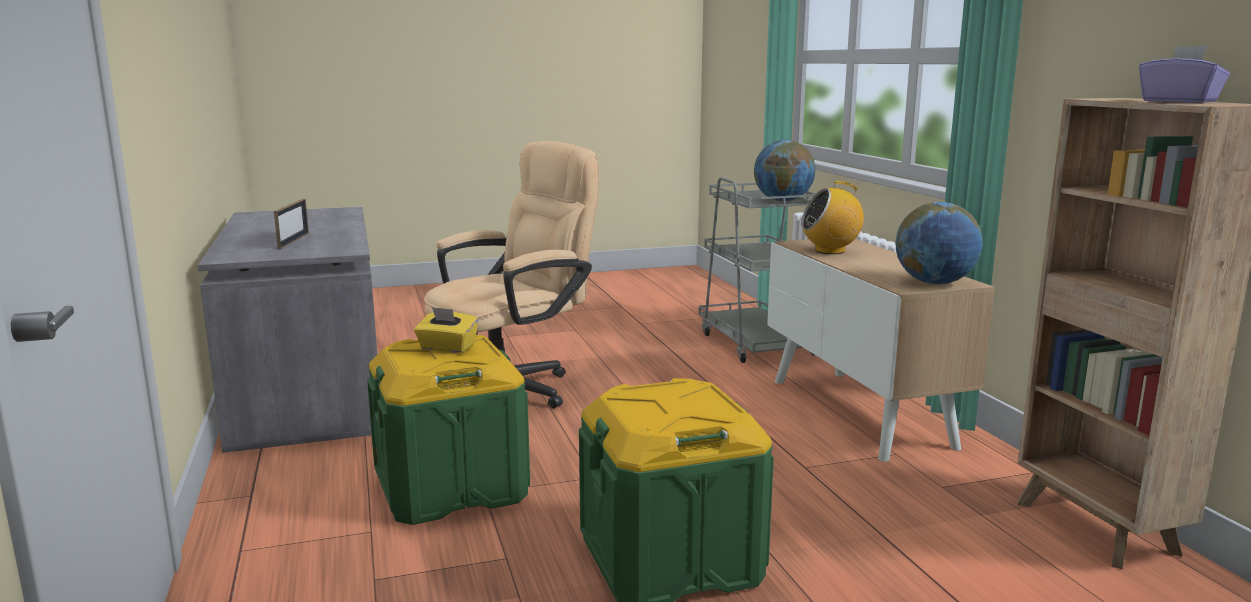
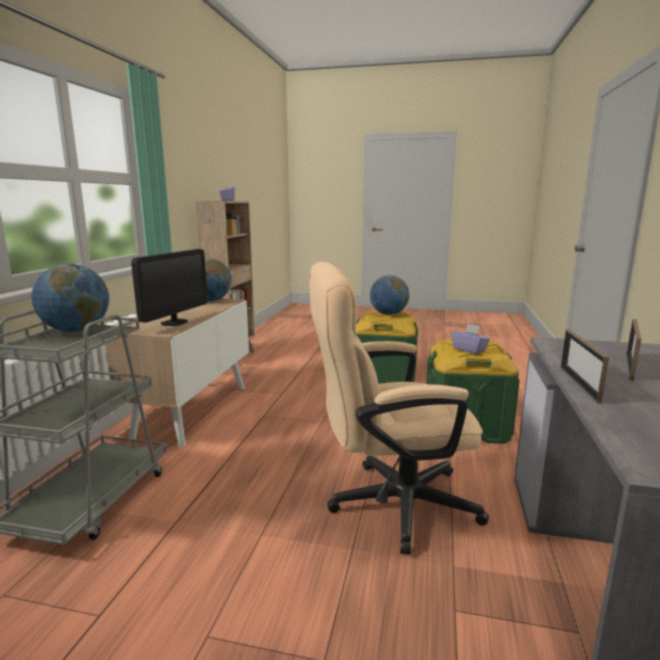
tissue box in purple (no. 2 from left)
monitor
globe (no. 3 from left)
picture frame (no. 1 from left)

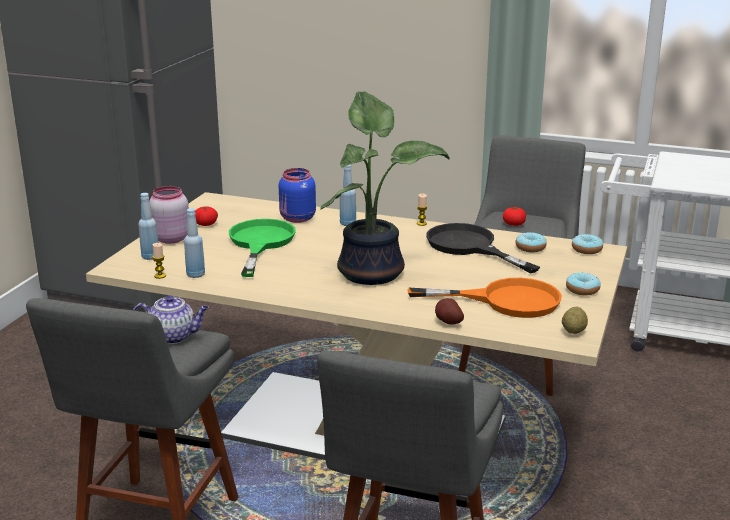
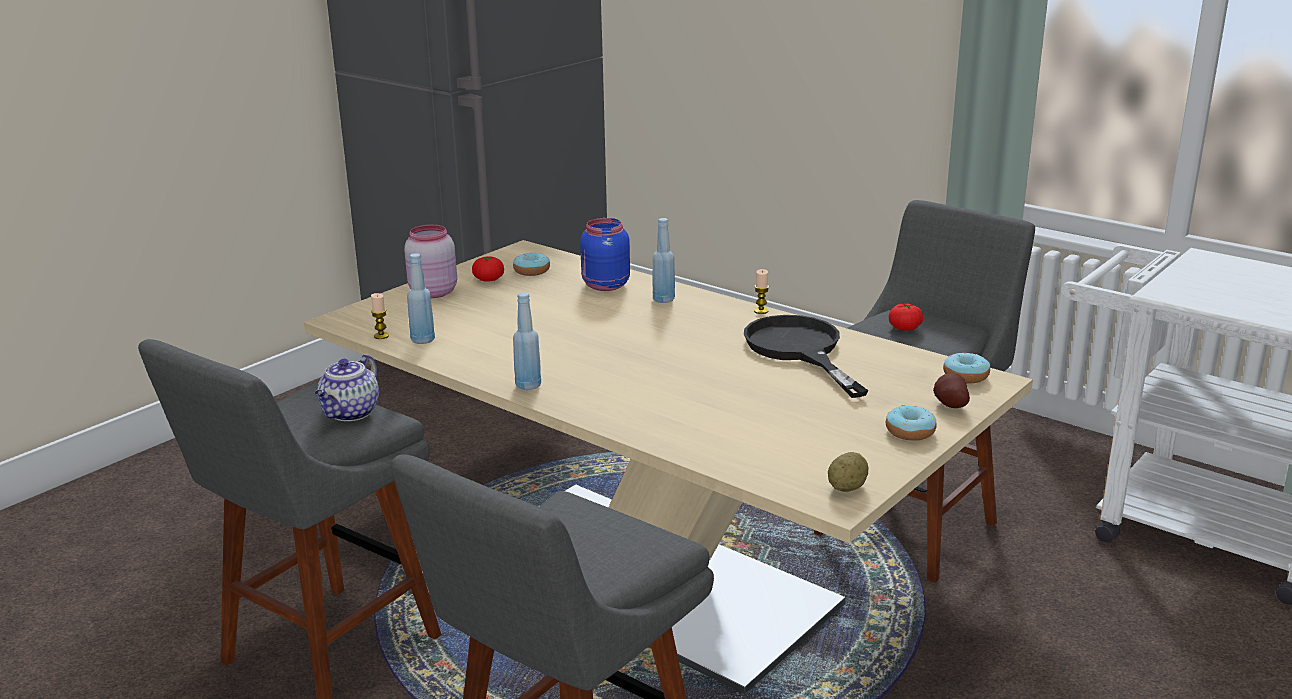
teapot
bottle in blue (no. 2 from left)
frying pan in green
potted plant
frying pan in orange
potato (no. 2 from left)
donut (no. 1 from left)

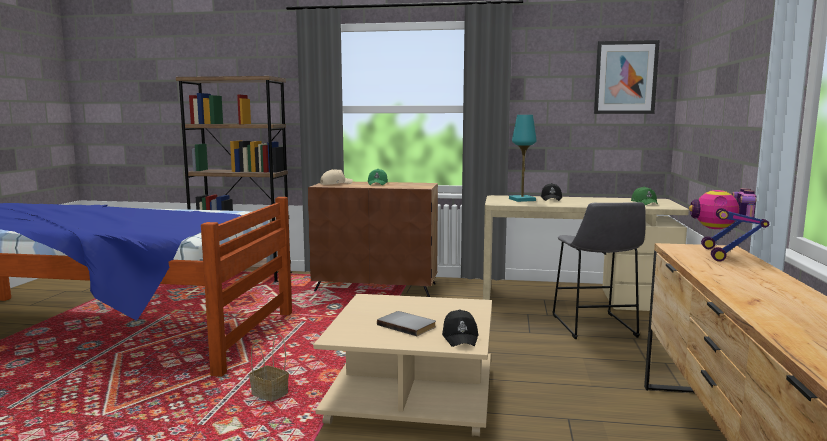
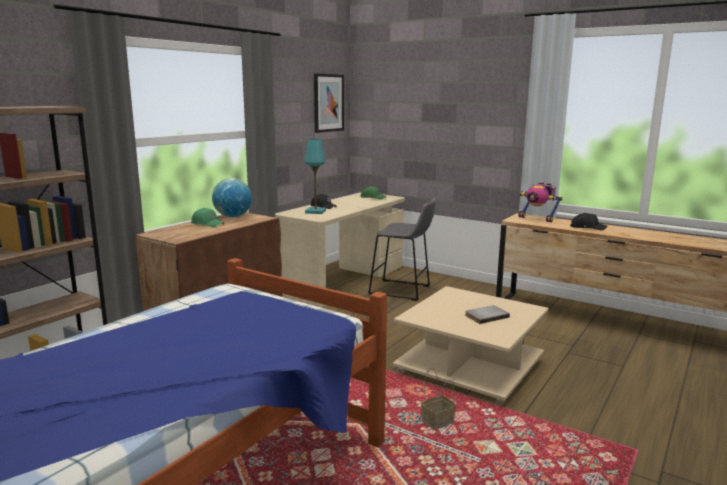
cap in beige
cap in black (no. 2 from left)
globe

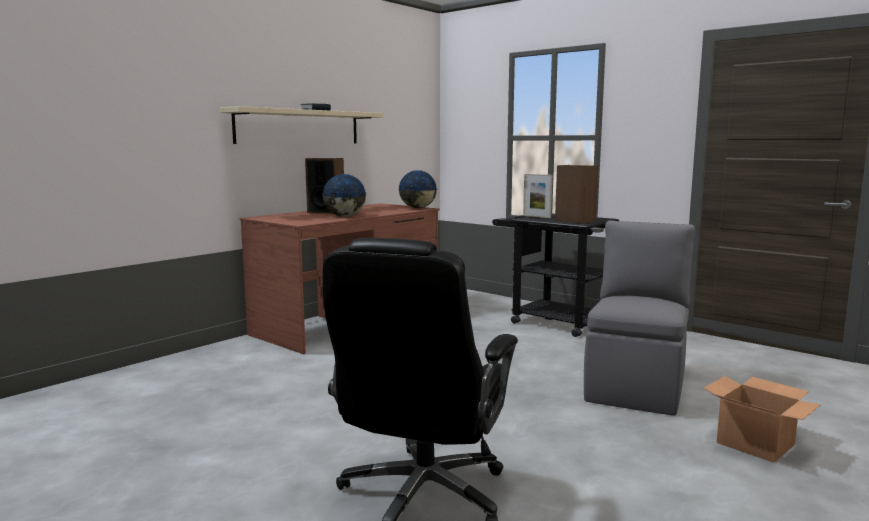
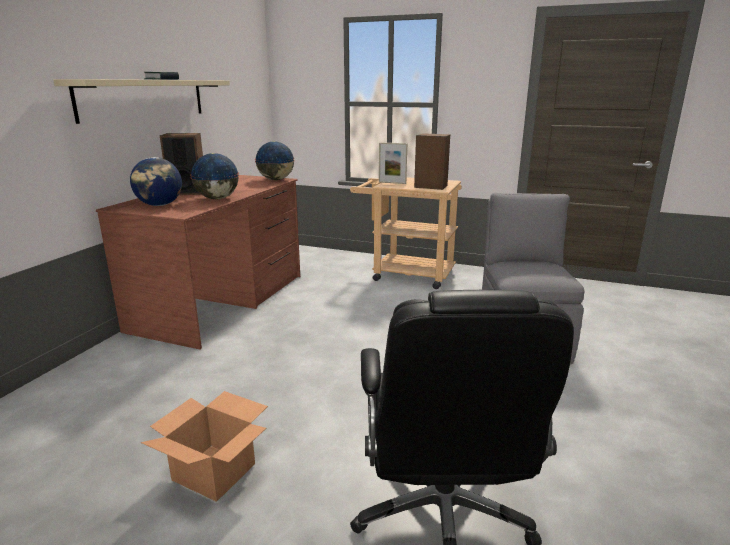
cart in beige
cardboard box
globe (no. 1 from left)

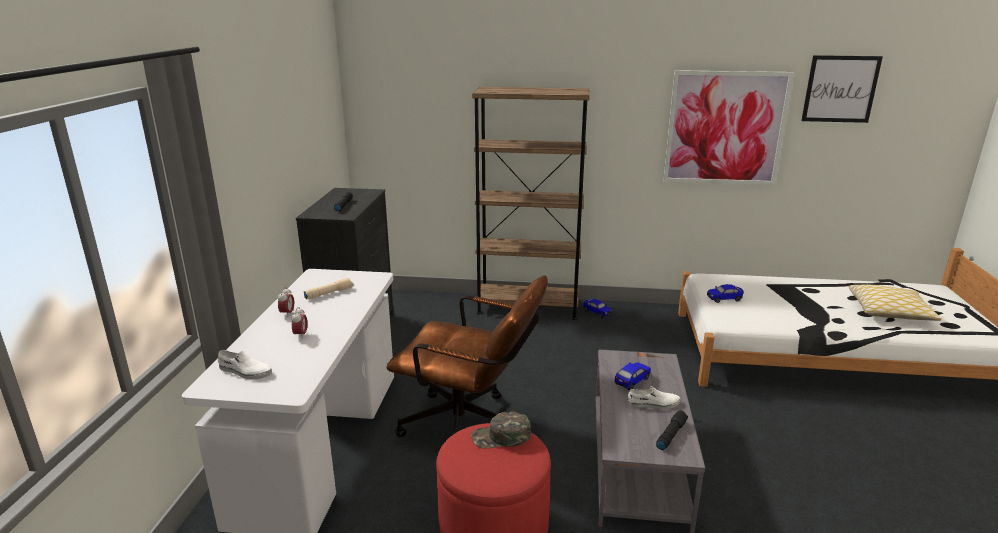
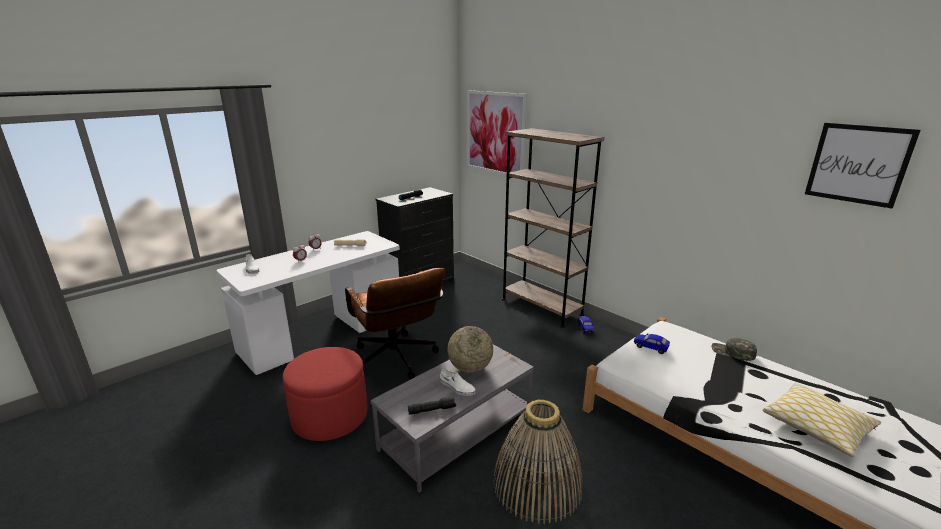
cap in green
globe
picture (no. 1 from left)
basket

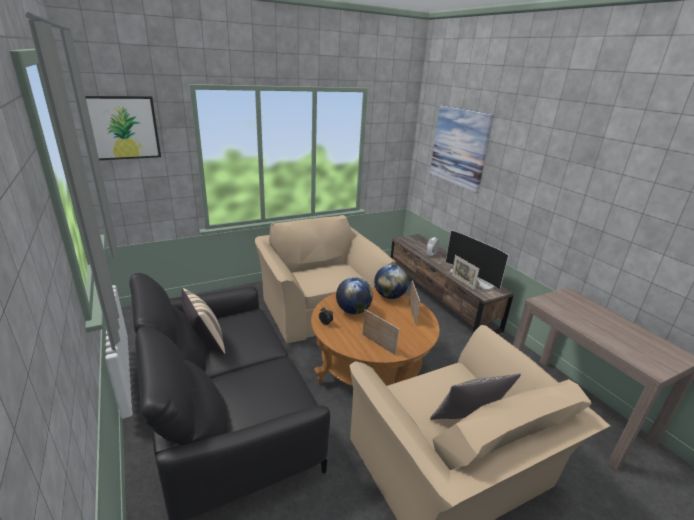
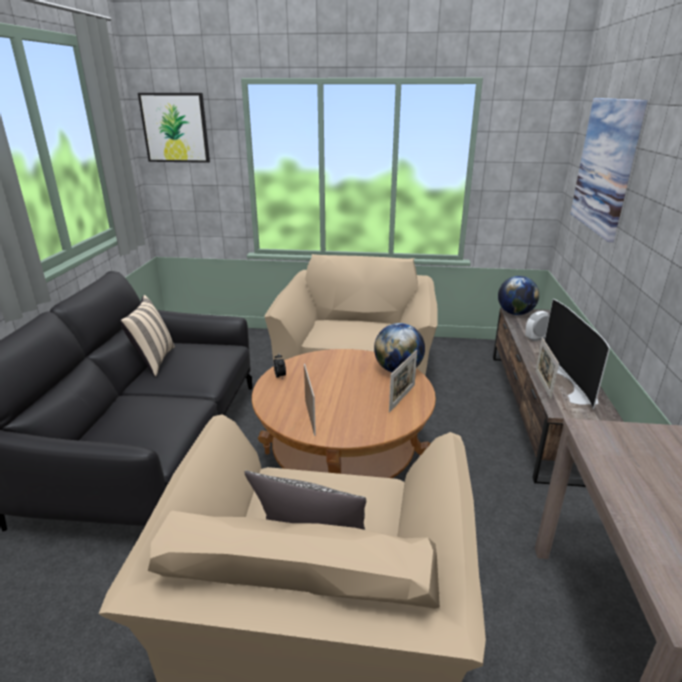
globe (no. 2 from left)

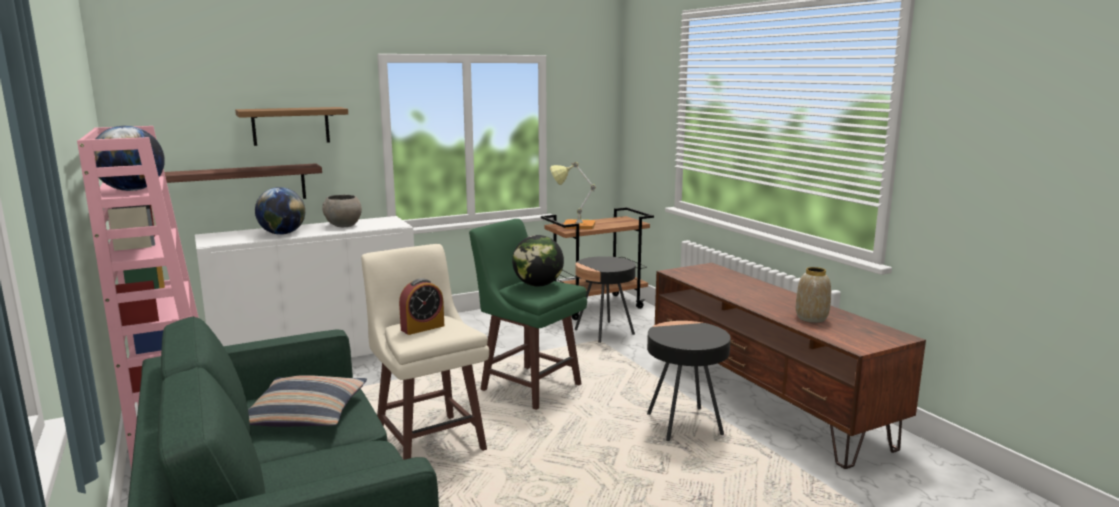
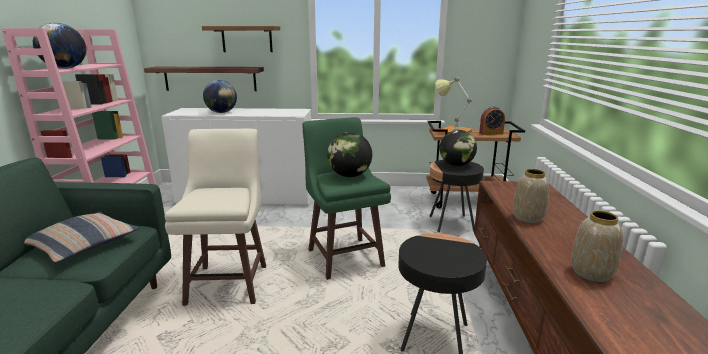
bowl in grey
alarm clock
globe (no. 4 from left)
vase (no. 1 from left)

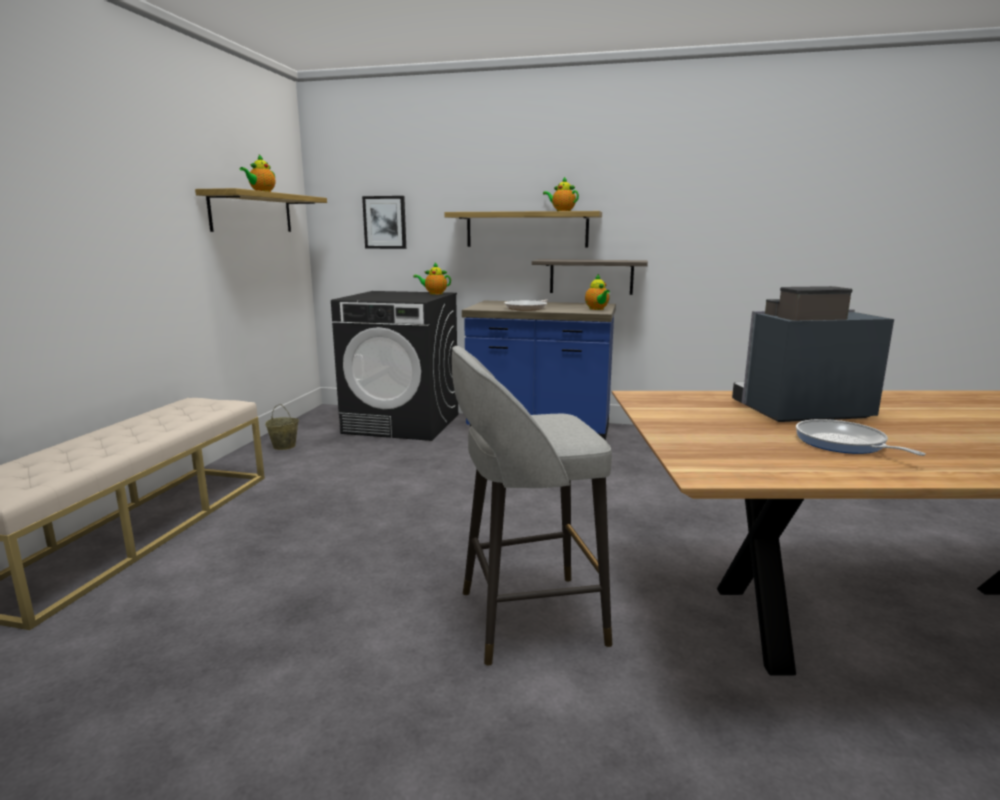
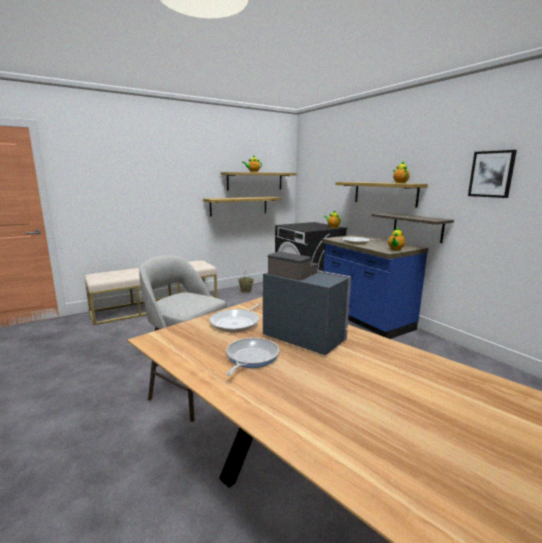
picture
shelf (no. 1 from left)
frying pan (no. 1 from left)

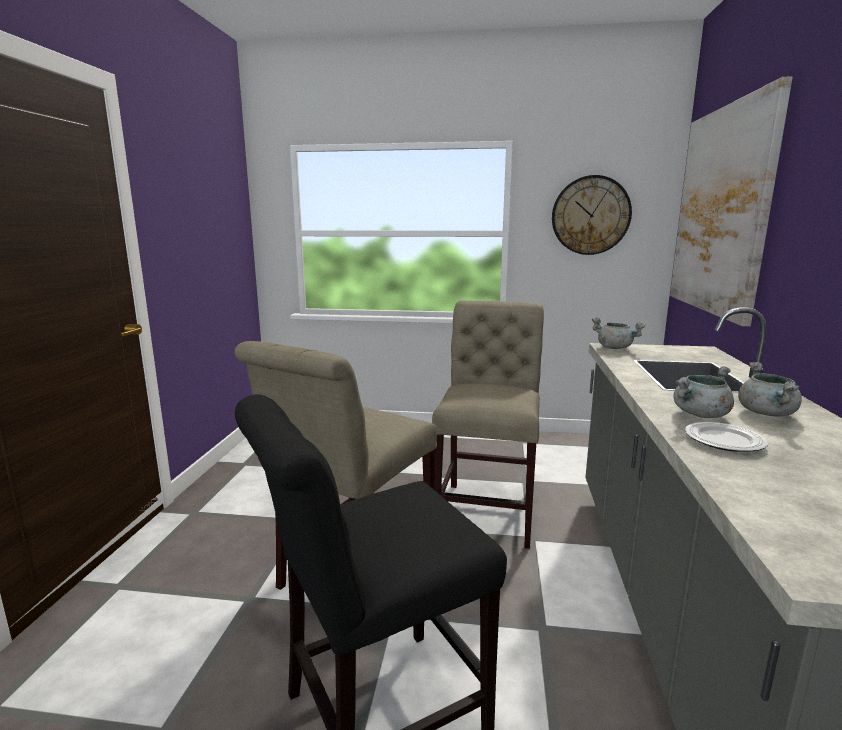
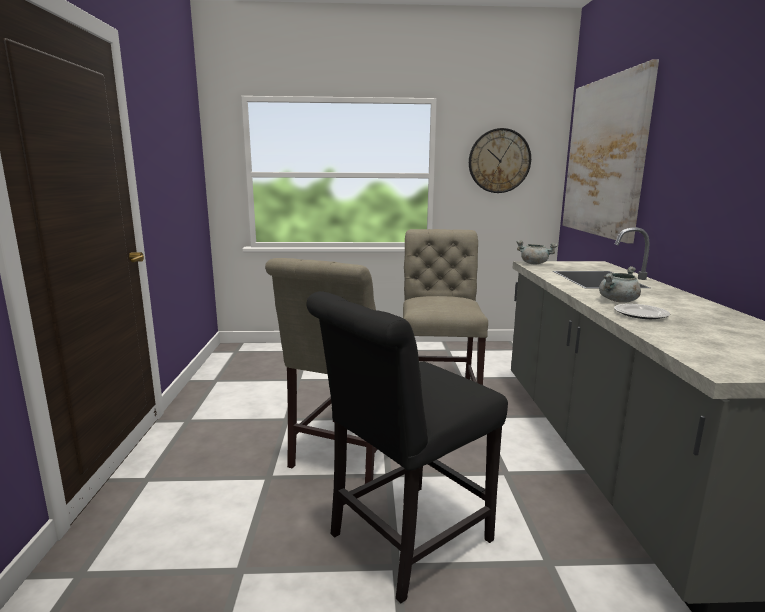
cooking pot in grey (no. 3 from left in the first image)

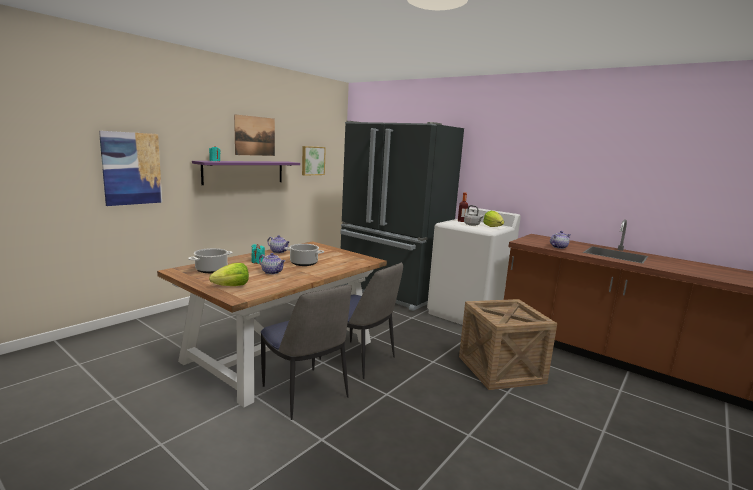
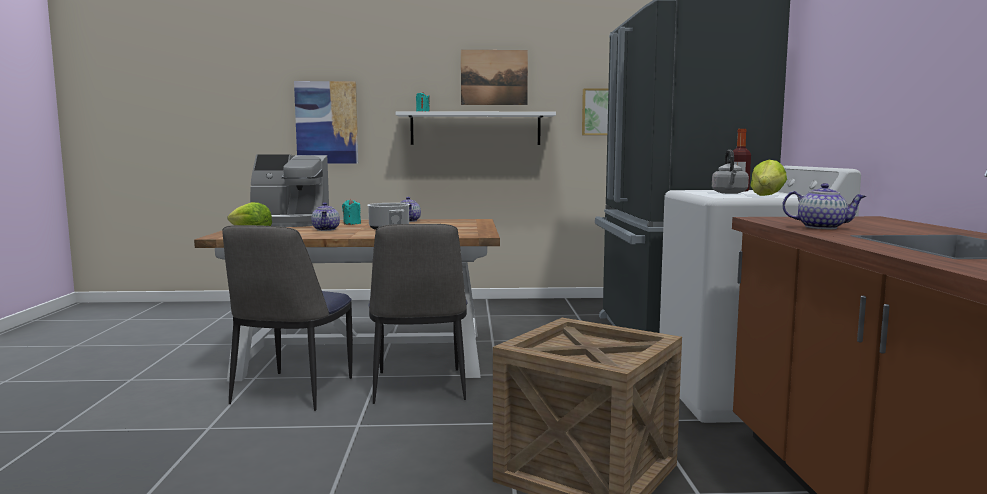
coffee machine
shelf in white

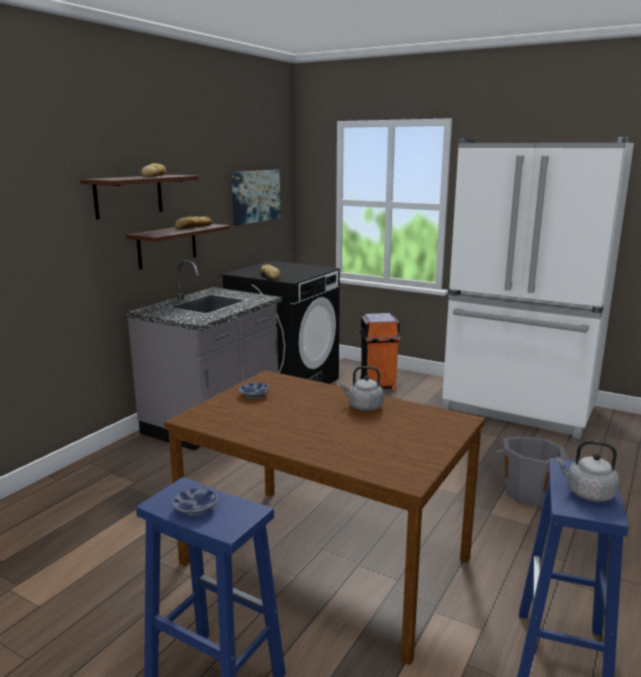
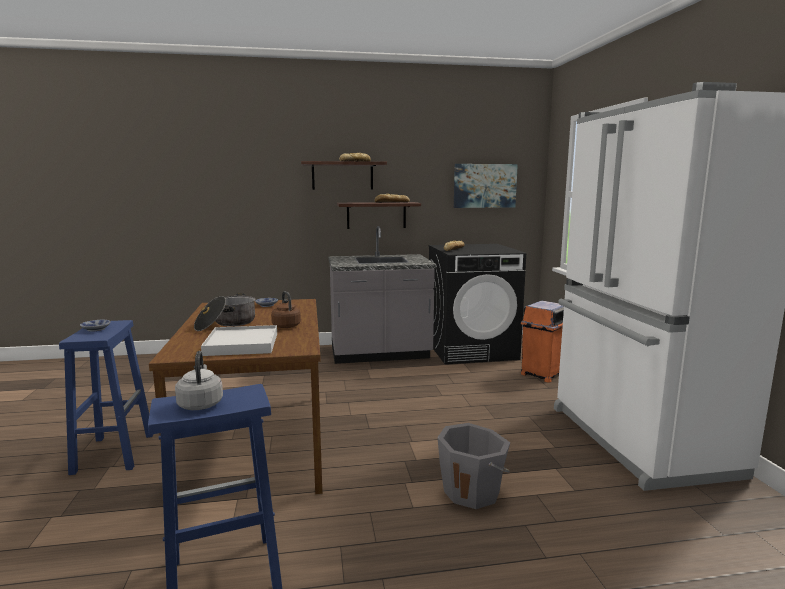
kettle in brown
cooking pot
tray in white

